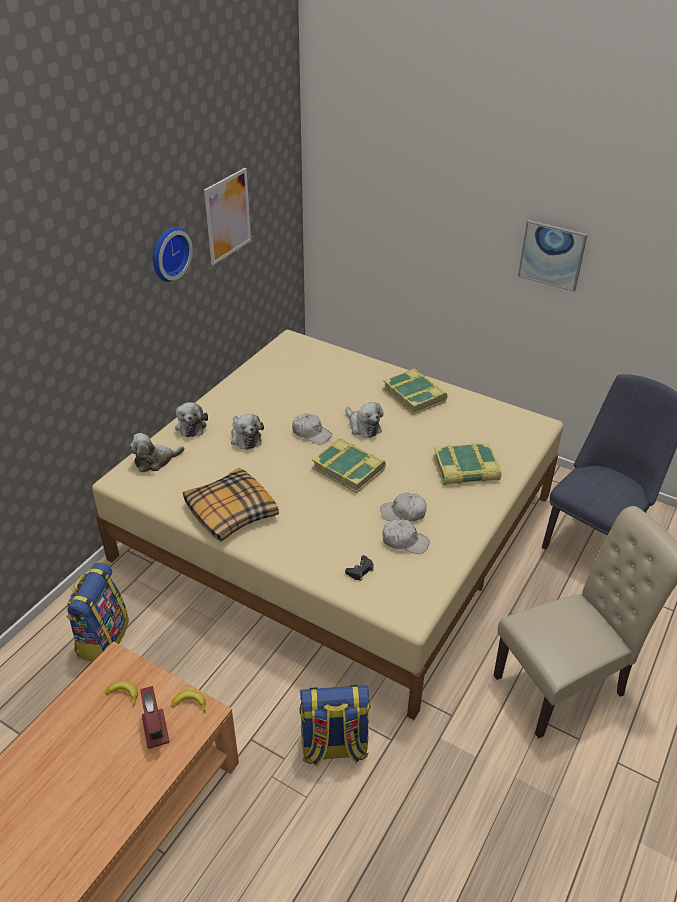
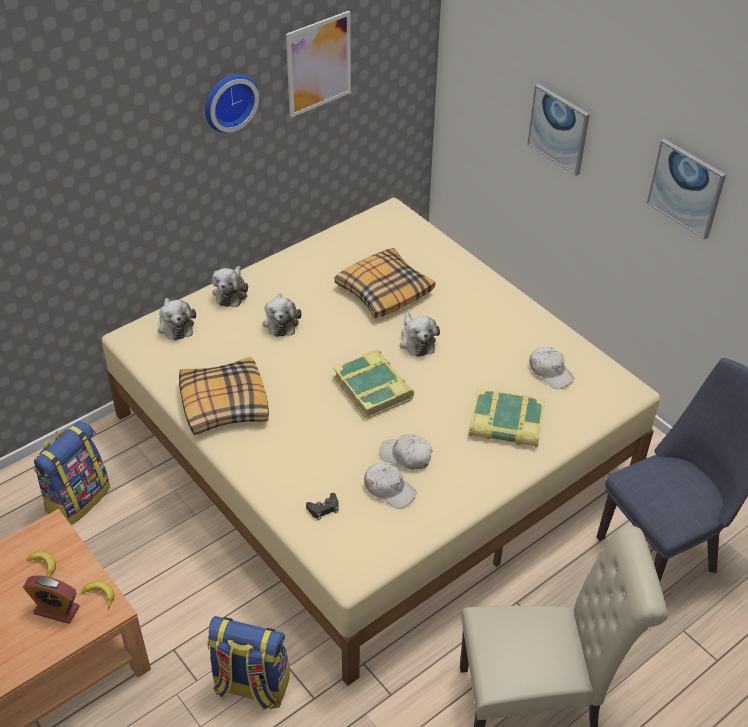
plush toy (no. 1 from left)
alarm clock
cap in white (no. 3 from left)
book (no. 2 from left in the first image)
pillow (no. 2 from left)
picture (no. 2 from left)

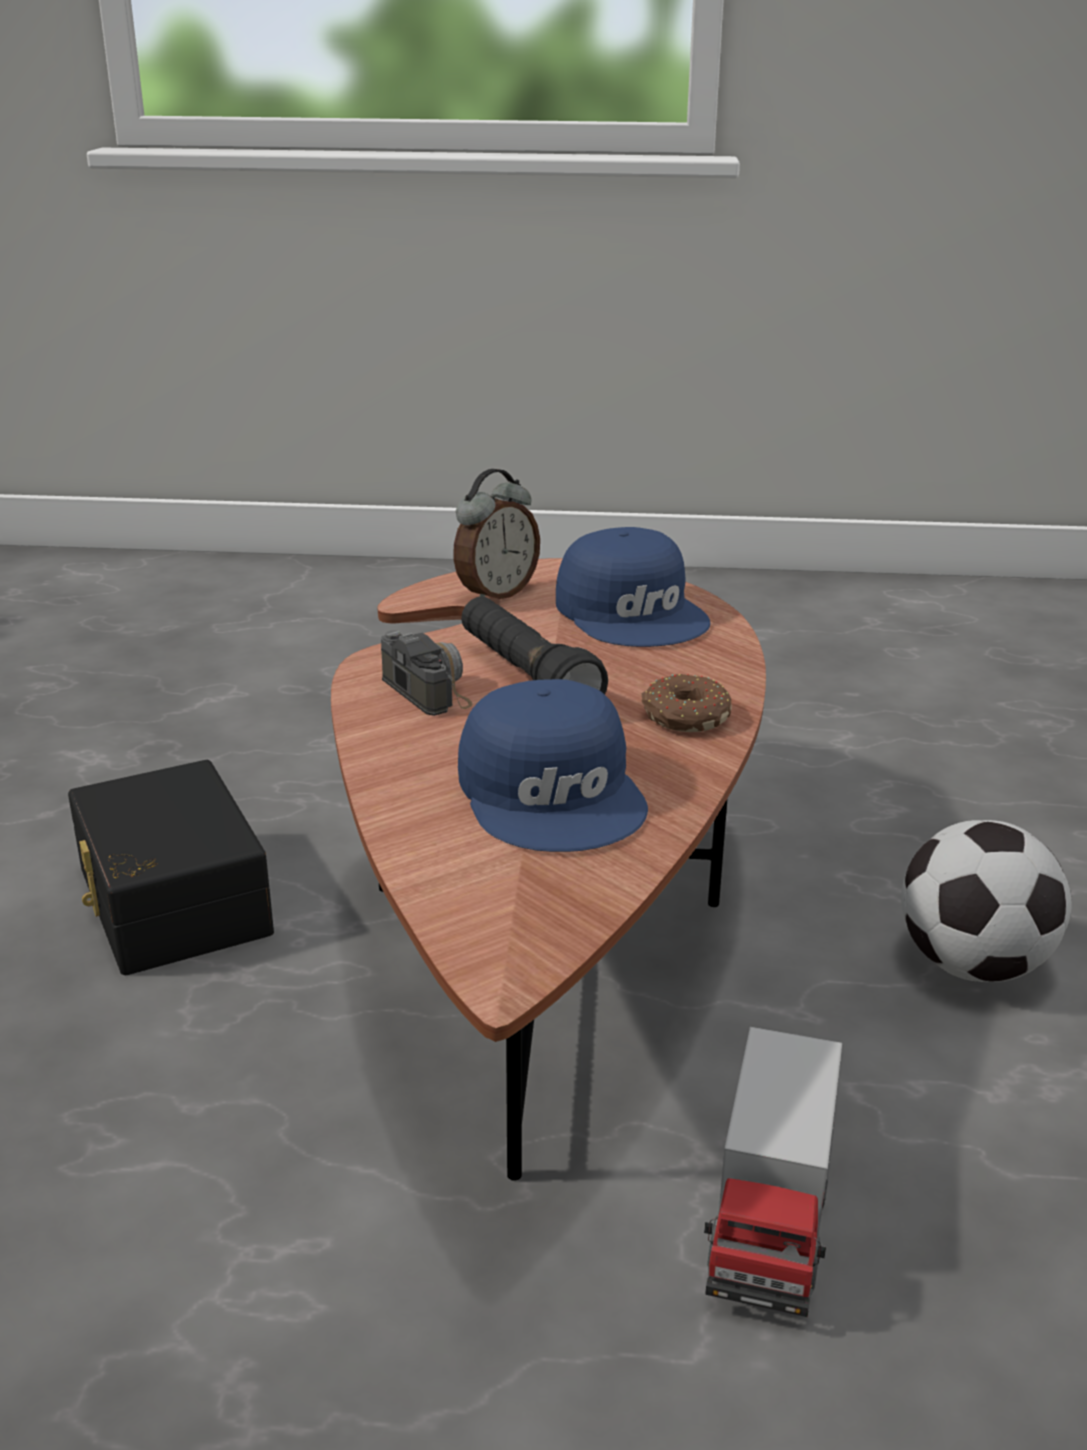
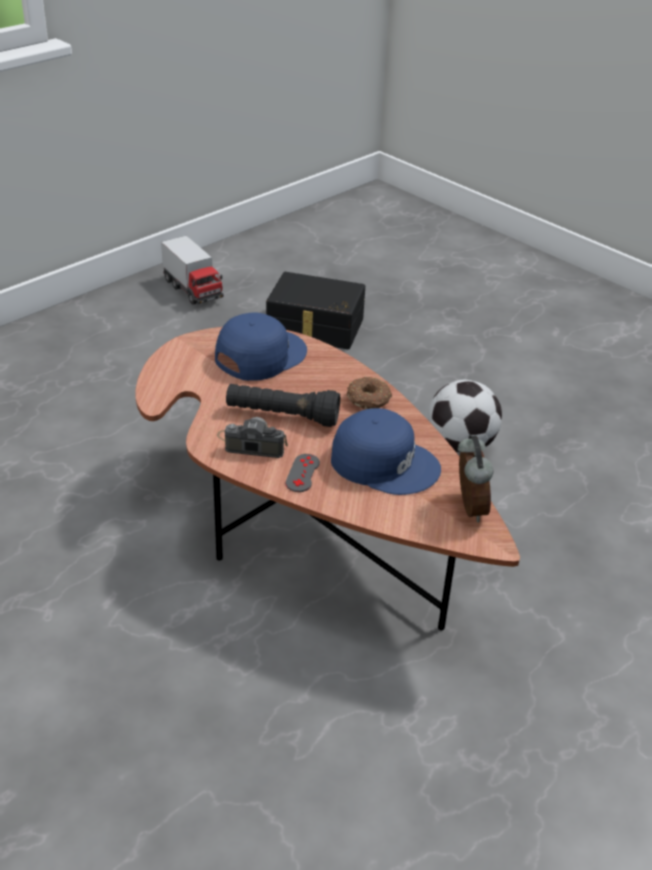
storage box in black
alarm clock
cap in blue (no. 1 from left)
toy truck
game controller in grey

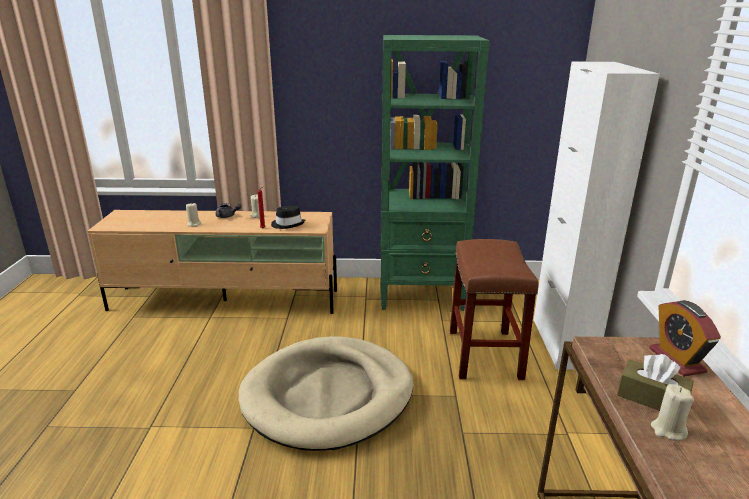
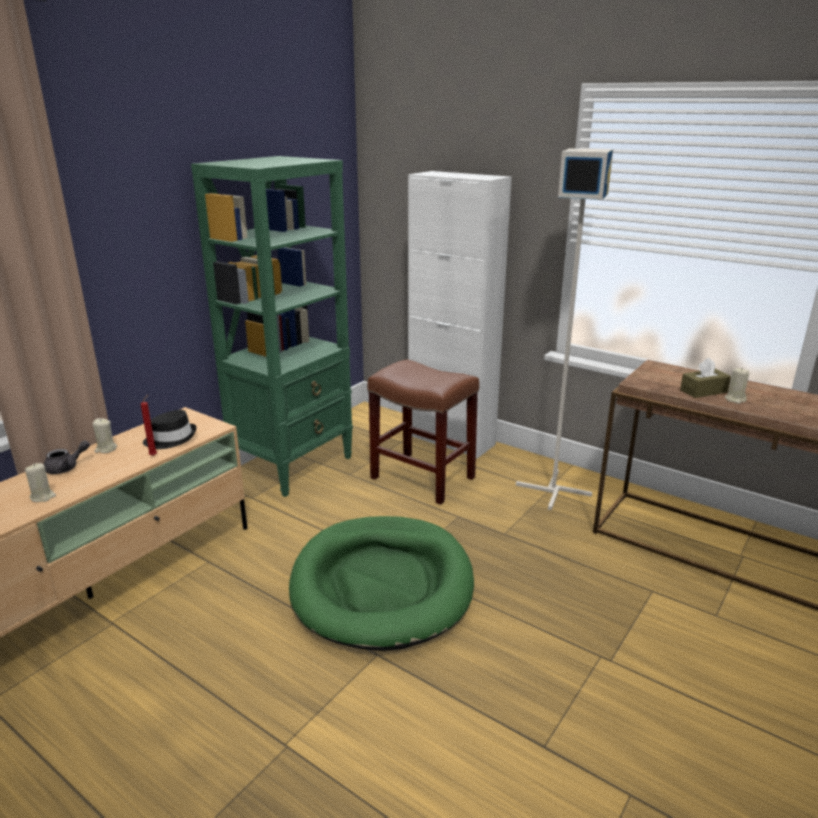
dog bed in green
alarm clock
floor lamp in grey

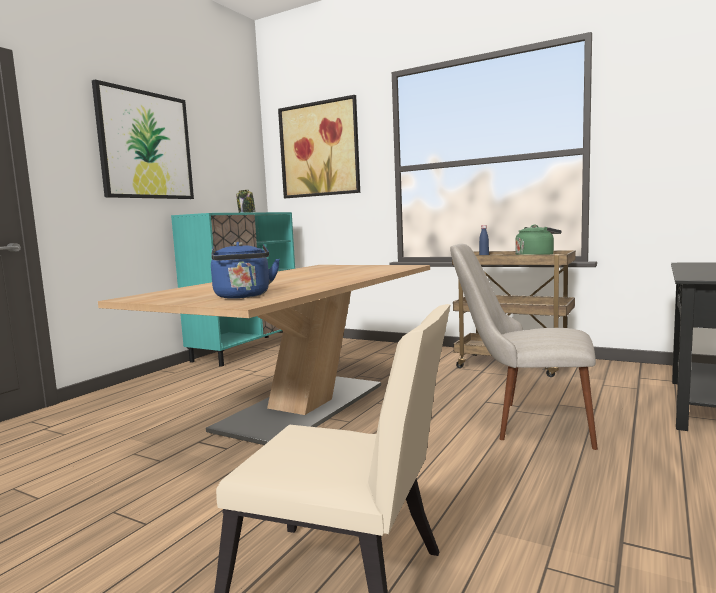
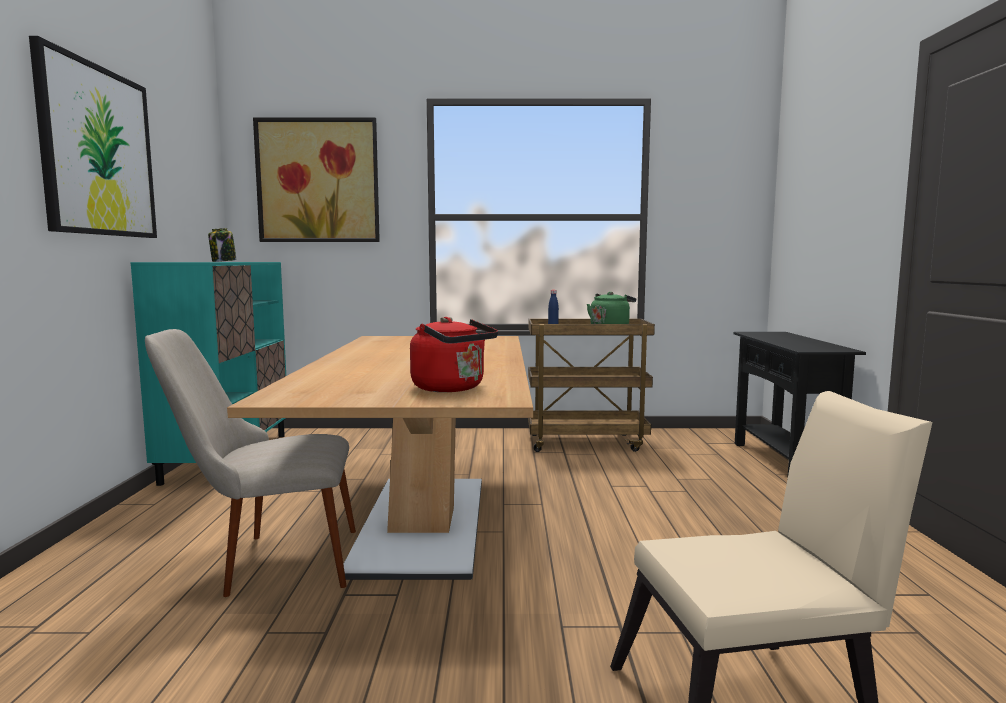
kettle in red
chair in beige (no. 1 from left)

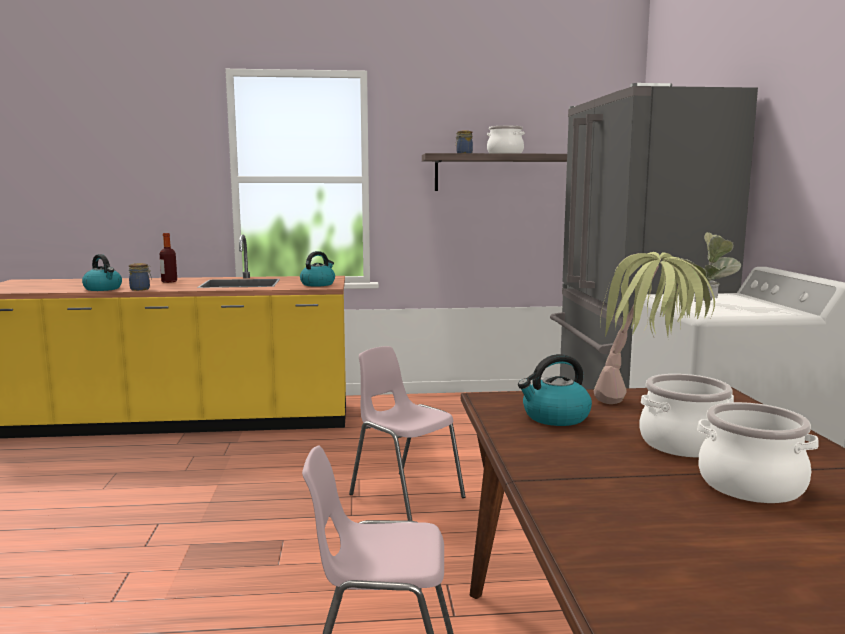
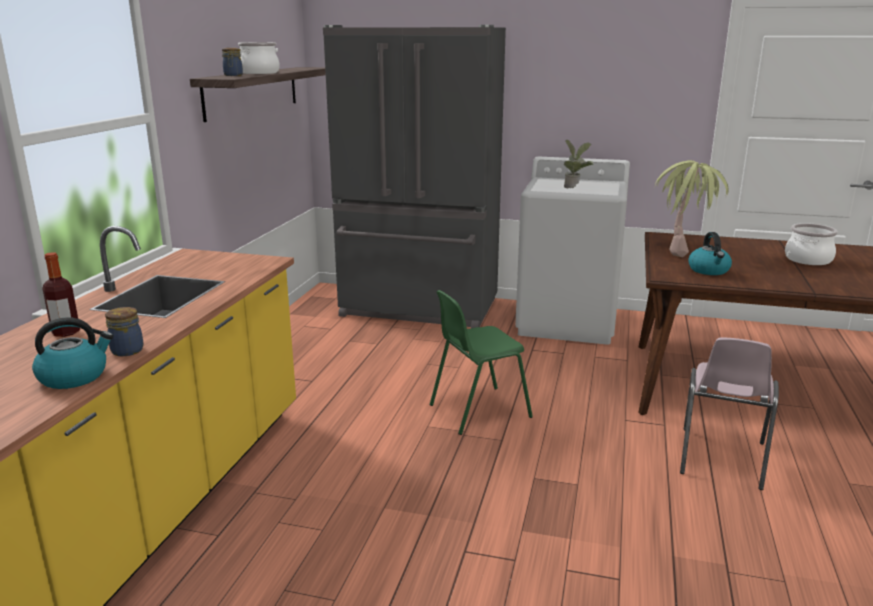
kettle (no. 2 from left in the first image)
chair in green
cooking pot (no. 2 from left in the first image)

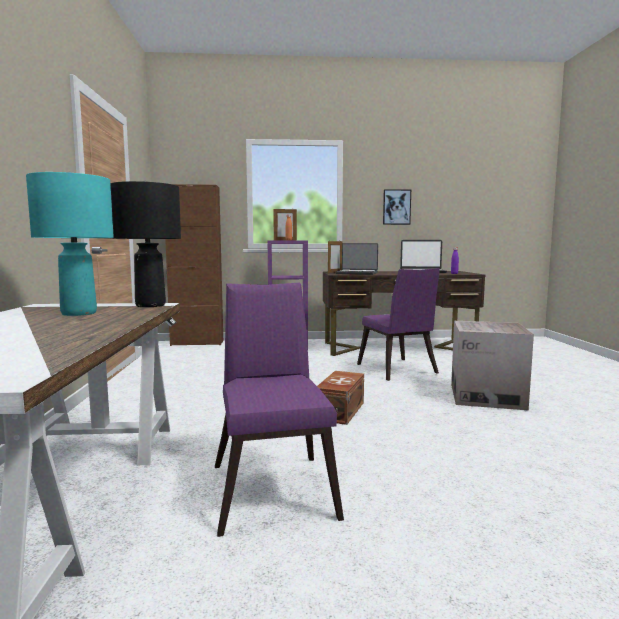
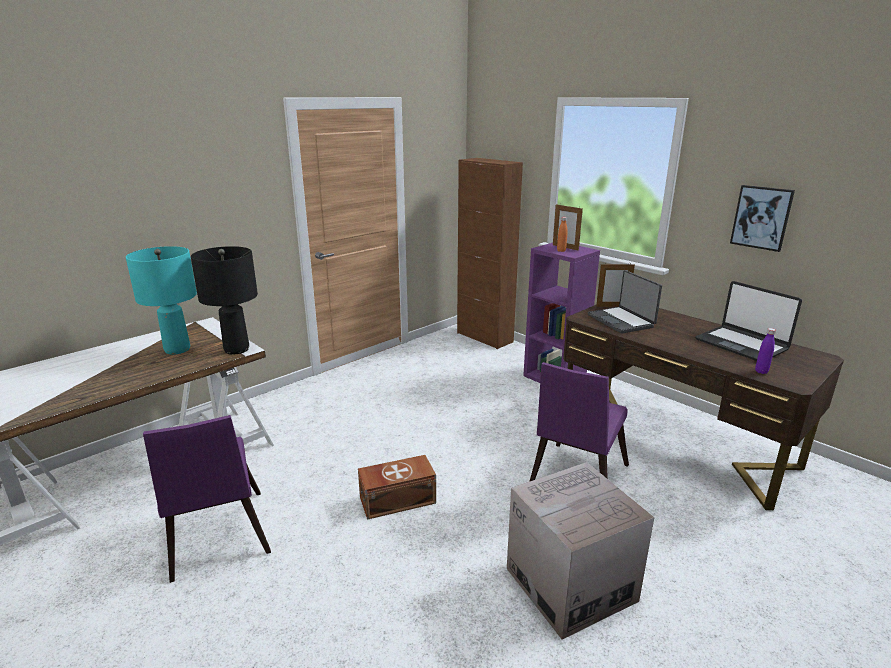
chair in purple (no. 1 from left)

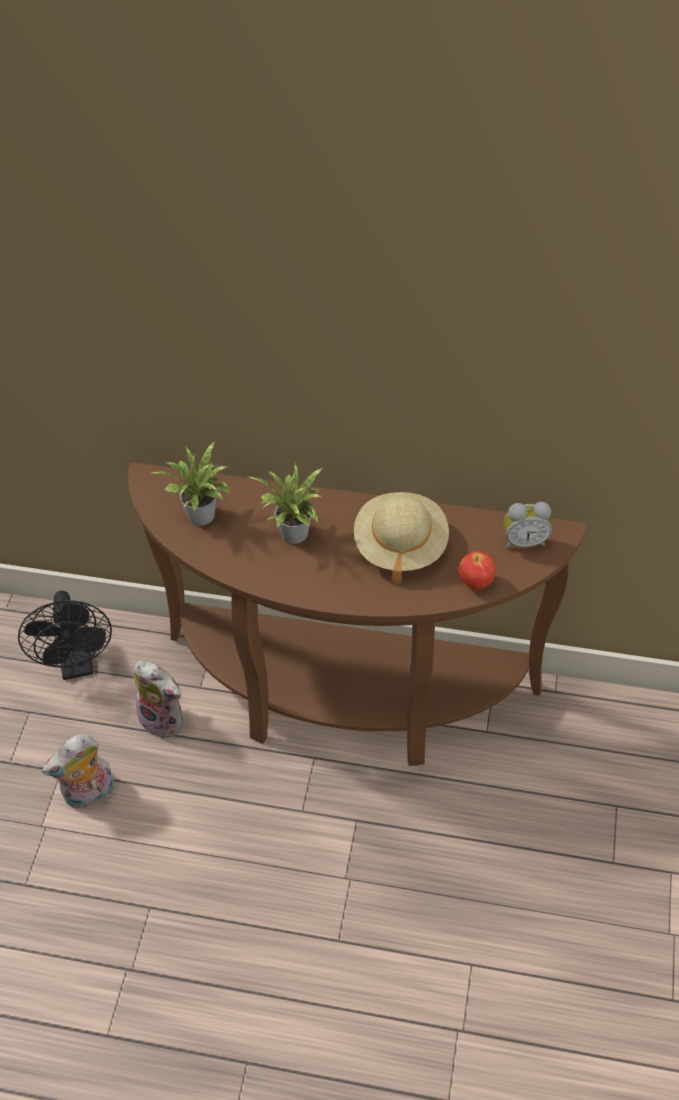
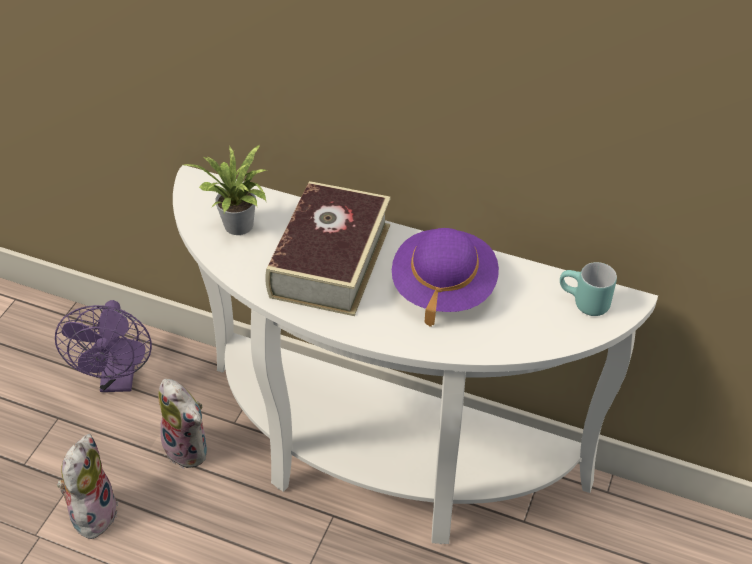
fan in purple
plush toy (no. 1 from left)
console table in white
book
hat in purple
apple
mug in turquoise

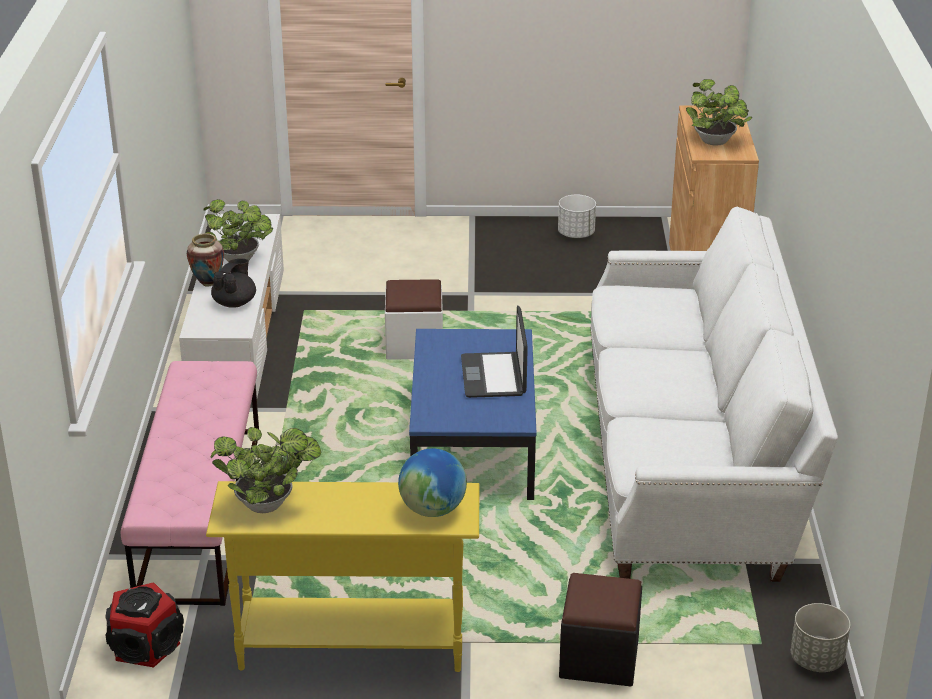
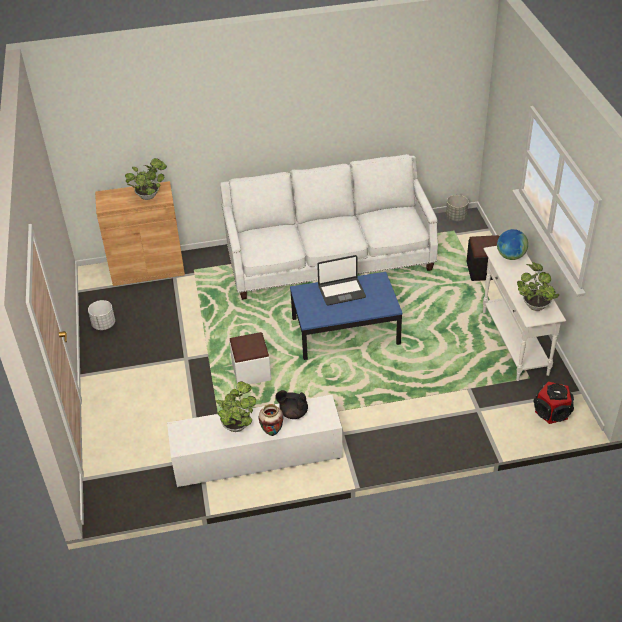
bench in pink
console table in white

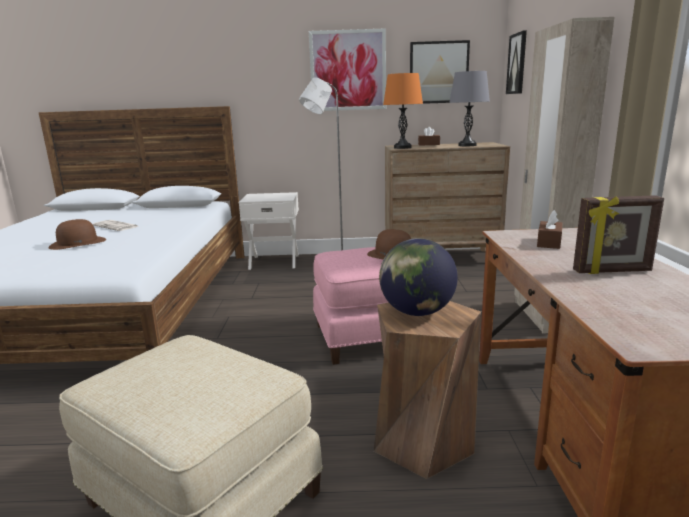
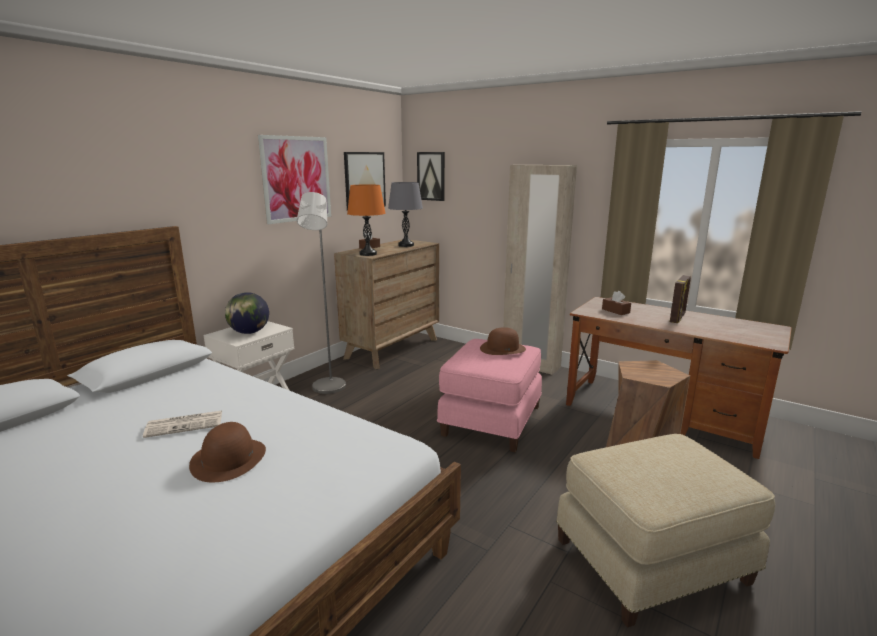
globe

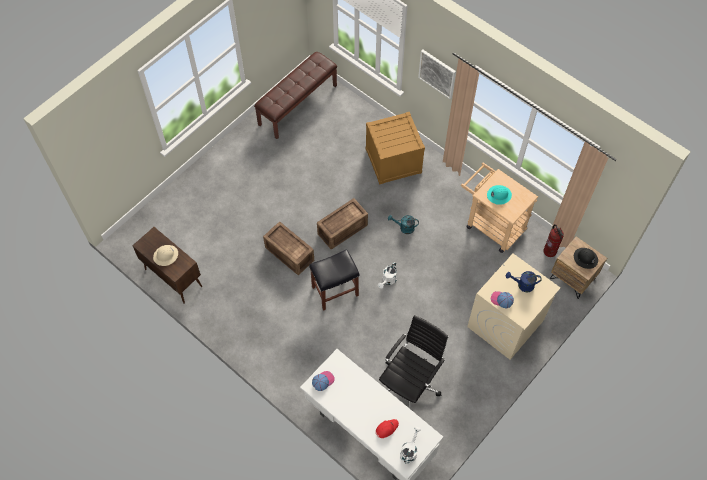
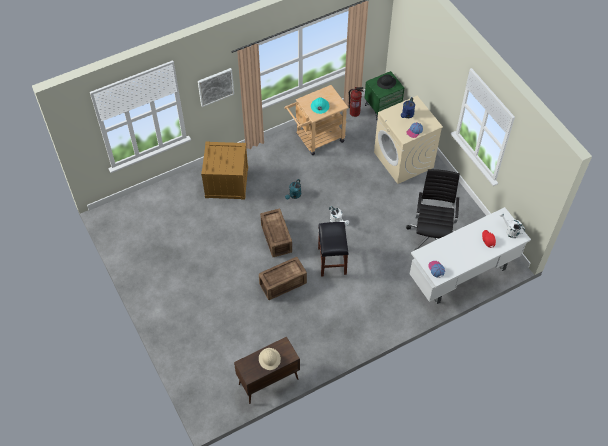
bench in brown
office chair in black
nightstand in green

